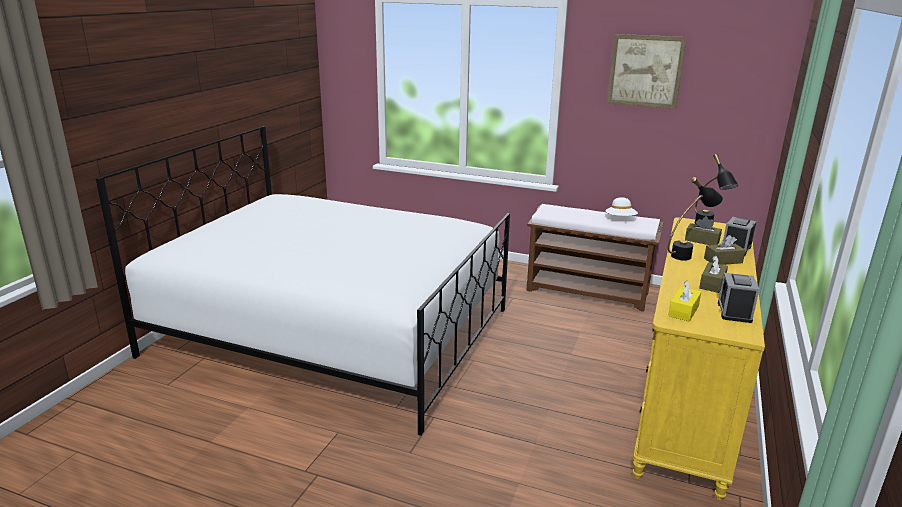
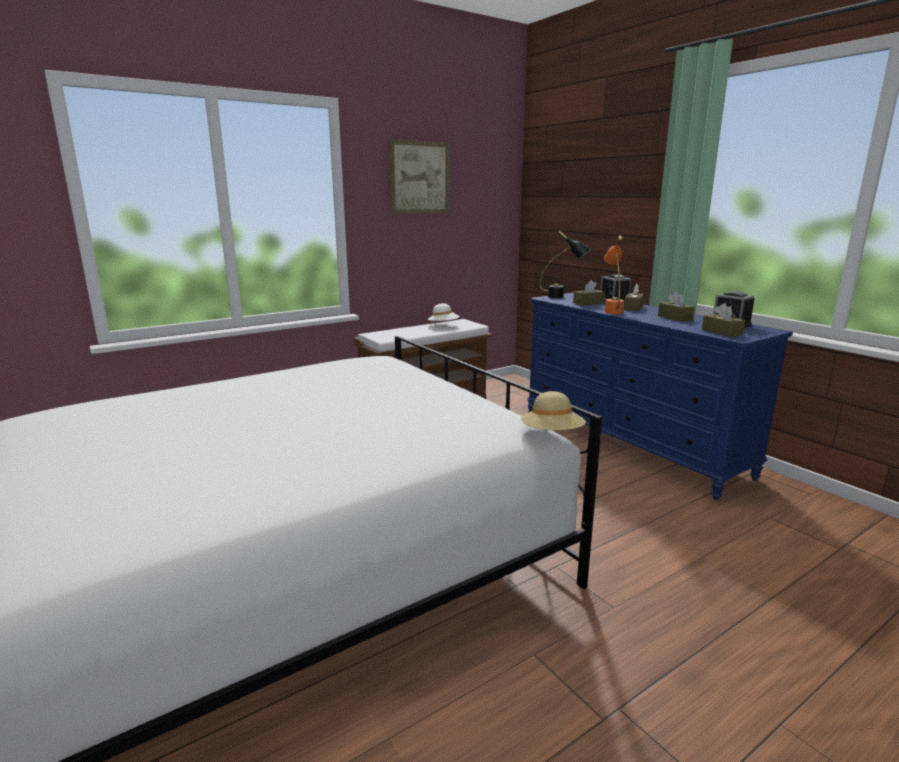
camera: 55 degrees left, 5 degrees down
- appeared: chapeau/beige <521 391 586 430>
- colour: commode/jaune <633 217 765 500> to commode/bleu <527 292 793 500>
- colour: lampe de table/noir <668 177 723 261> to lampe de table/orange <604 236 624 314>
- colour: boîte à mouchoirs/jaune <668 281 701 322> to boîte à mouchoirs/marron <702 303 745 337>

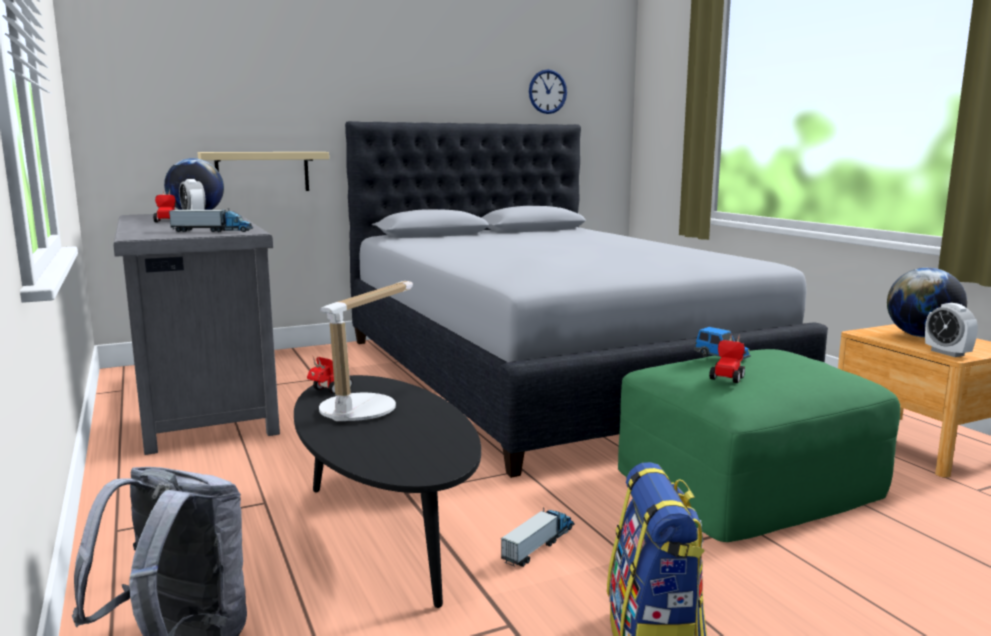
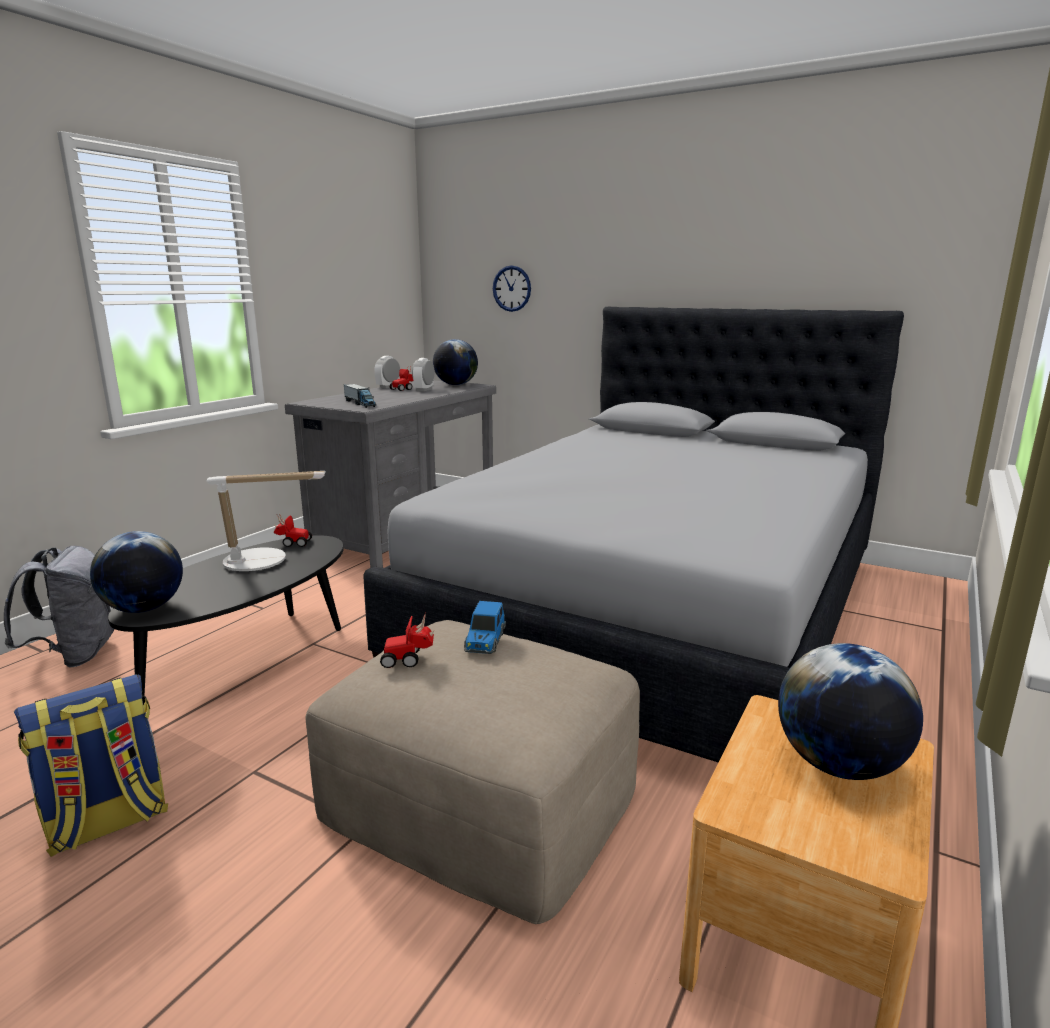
camera: 55 degrees right, 5 degrees up
- appeared: globe <90 531 183 613>
- colour: pouf/vert <618 349 900 542> to pouf/beige <306 620 640 924>
- relocated: réveil <925 303 978 357> to <374 356 400 388>
- relocated: horloge murale <529 69 567 114> to <493 265 531 312>
- missing: étagère/beige <198 152 329 191>
- missing: camion jouet <501 508 575 567>

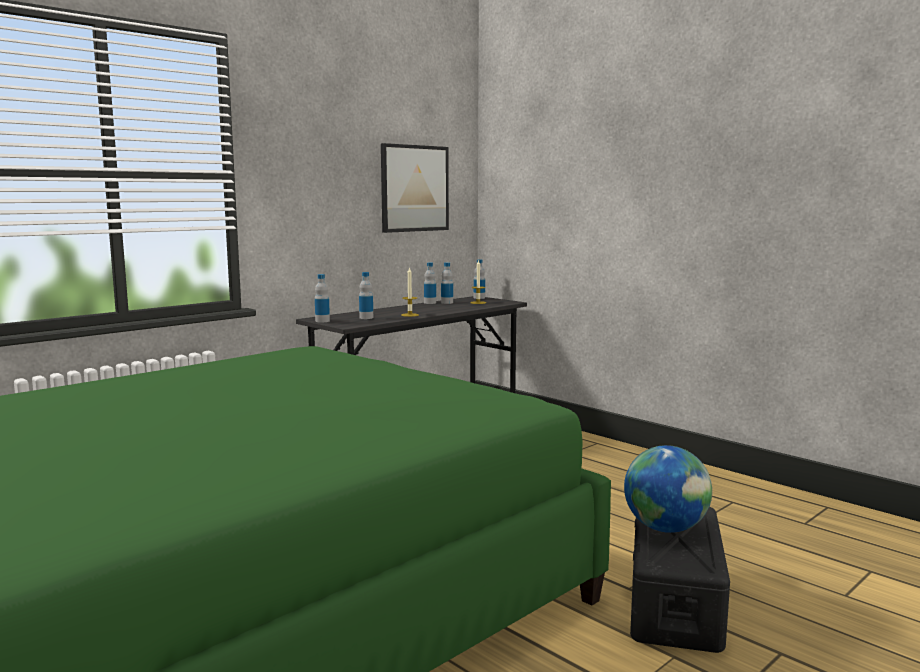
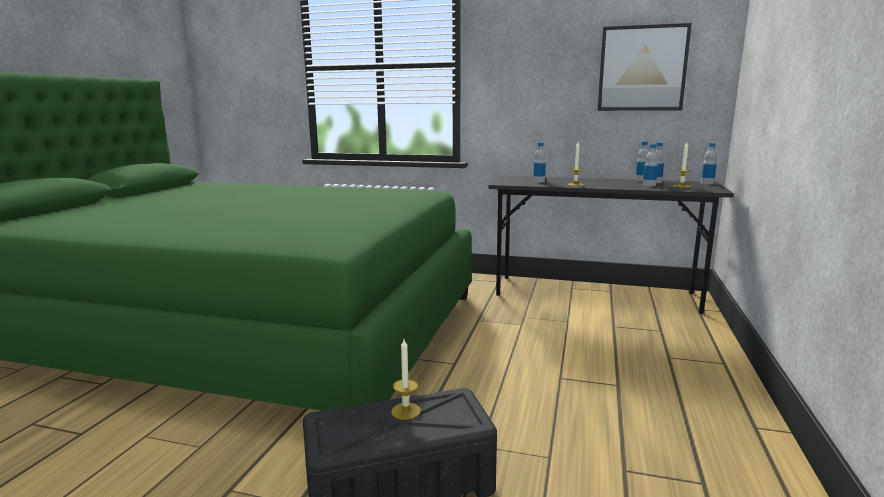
camera: 60 degrees right, 5 degrees up
- exchanged: globe <624 445 712 533> to bougie <391 339 421 420>
- relocated: bouteille <315 274 330 322> to <643 144 658 186>

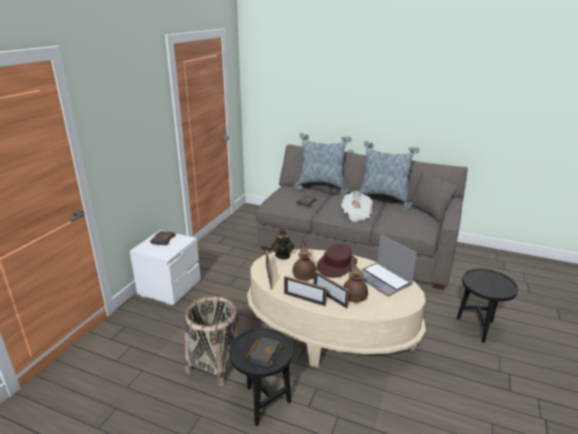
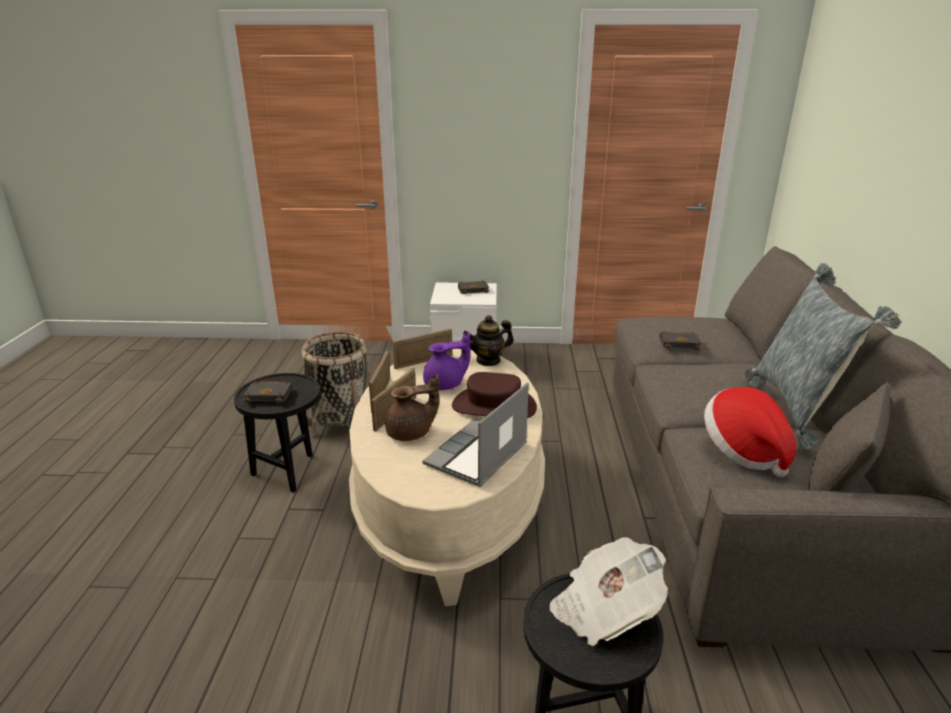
camera: 70 degrees right, 0 degrees up
- colour: théière/marron <293 239 316 281> to théière/violet <423 332 471 390>
- relocated: journal <341 191 373 222> to <550 537 668 646>
- appeared: chapeau <704 387 797 477>
- missing: coussin <292 133 351 196>

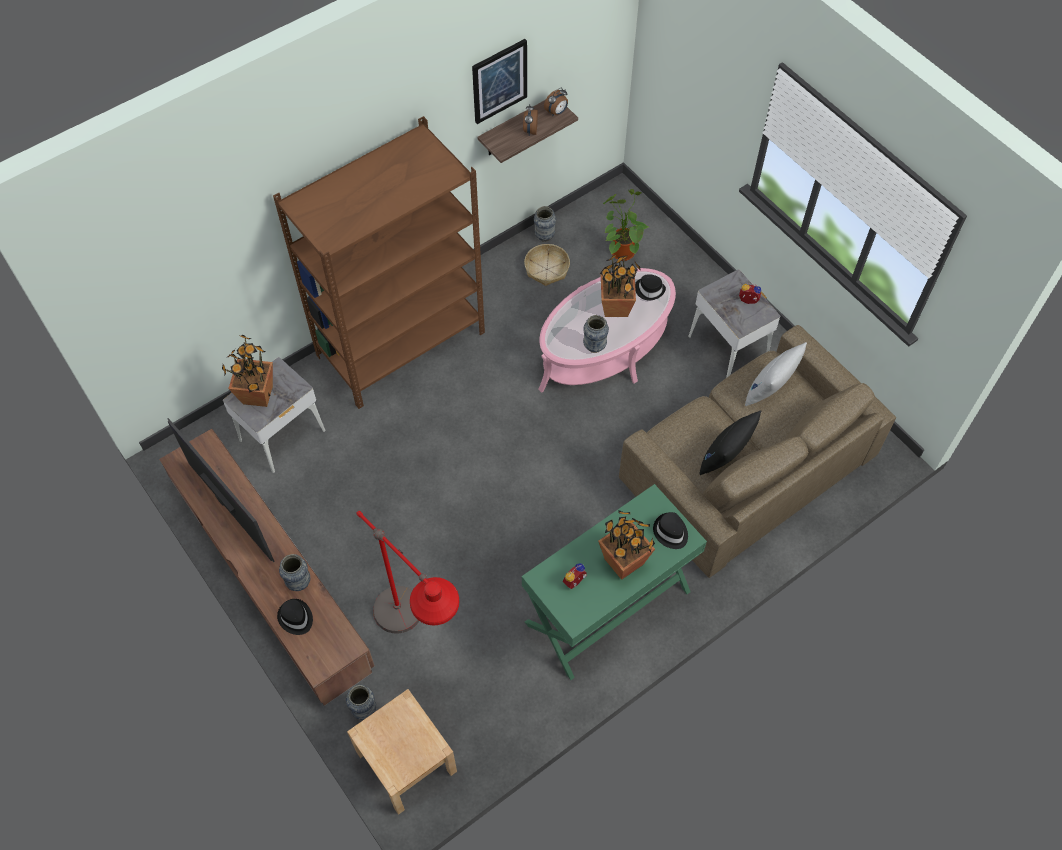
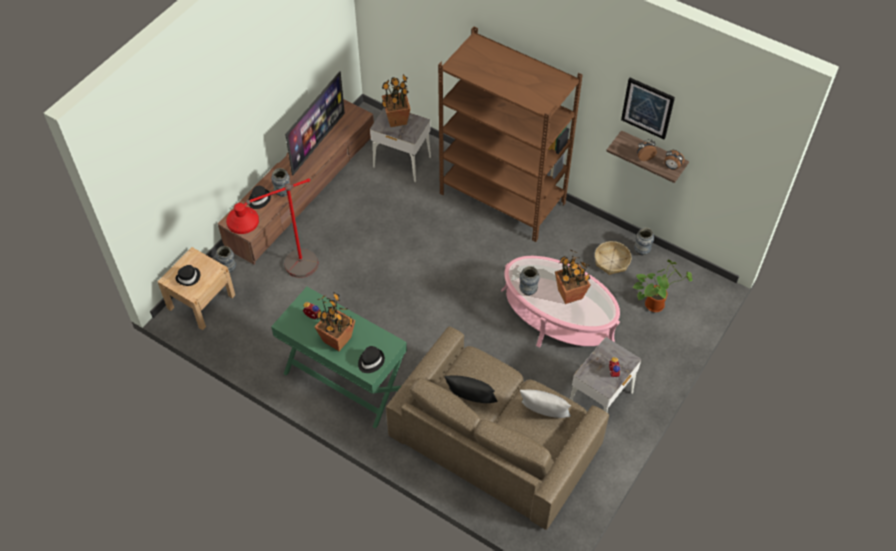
camera: 70 degrees right, 5 degrees down
- relocated: chapeau/noir <635 274 666 300> to <175 265 200 286>

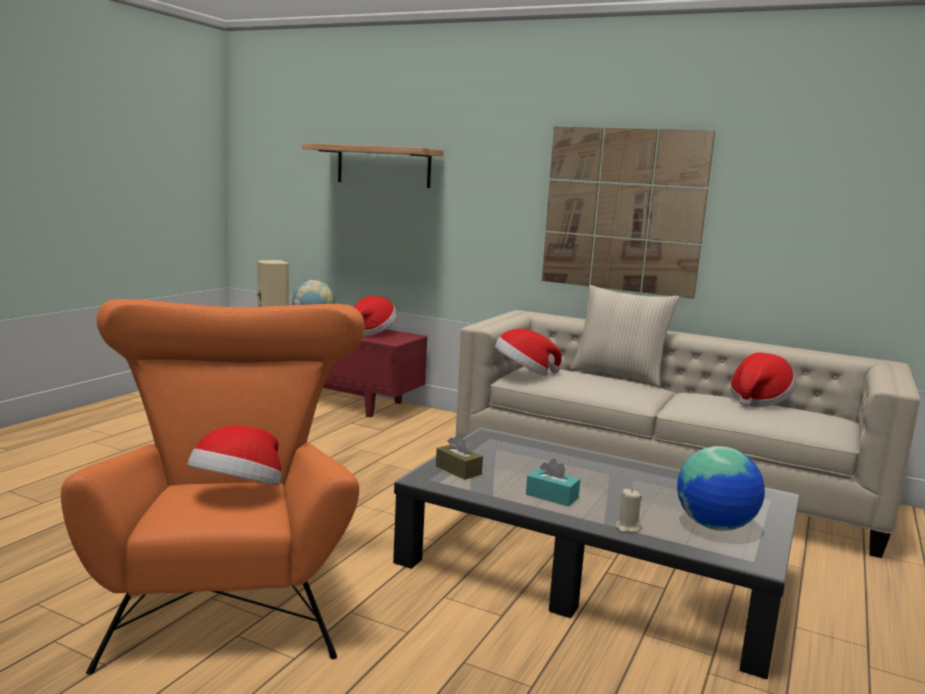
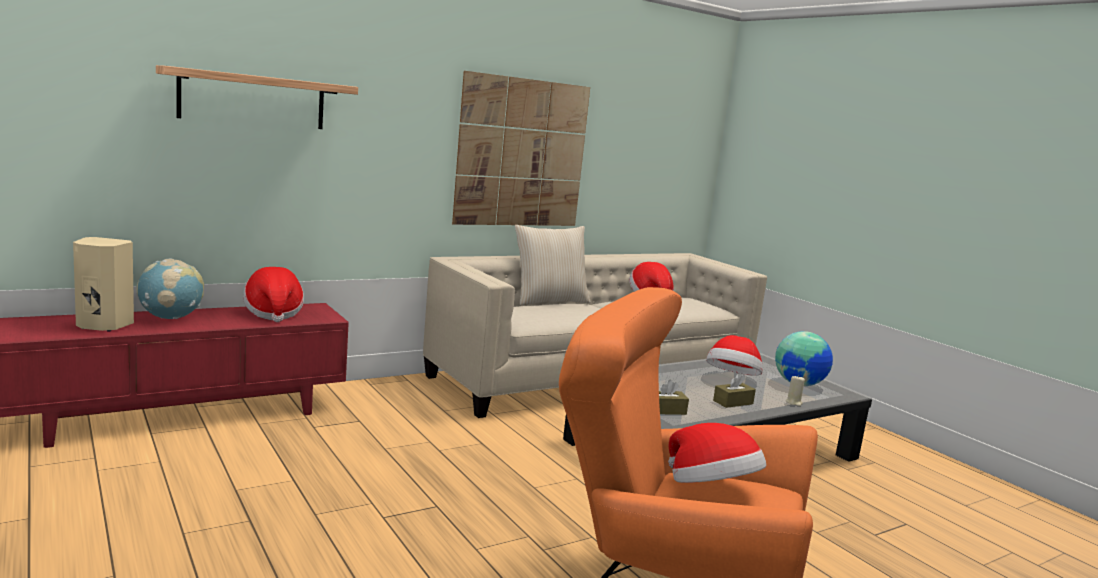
camera: 60 degrees left, 0 degrees up
- relocated: chapeau <495 329 562 376> to <706 335 763 376>
- colour: boîte à mouchoirs/turquoise <526 459 580 506> to boîte à mouchoirs/marron <713 373 756 408>

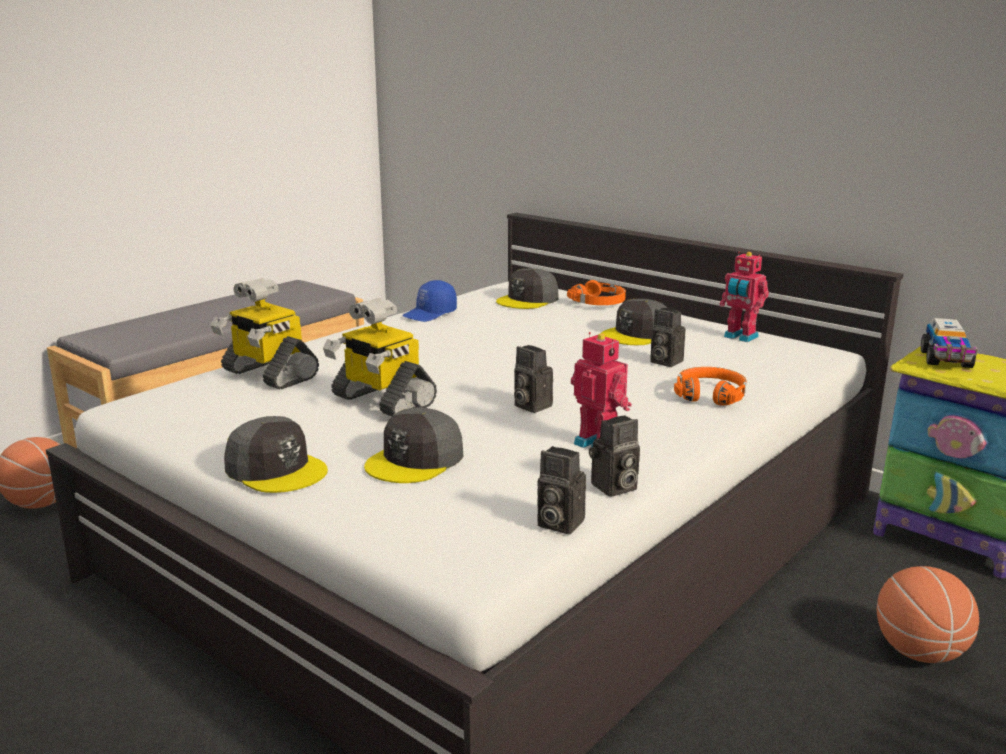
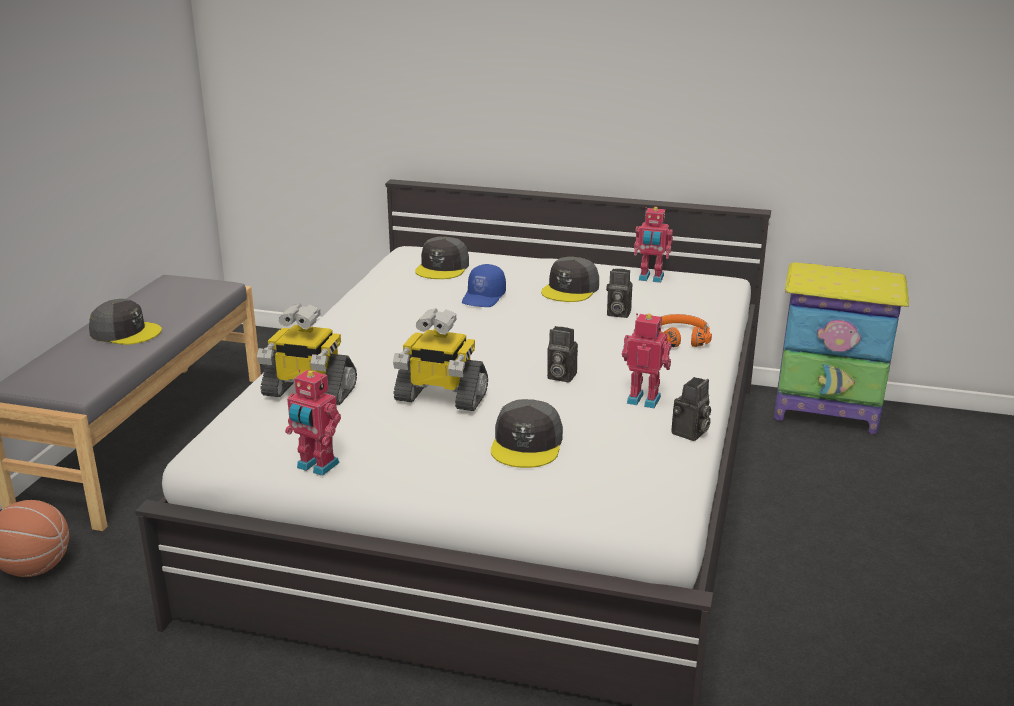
camera: 25 degrees left, 5 degrees up
- relocated: casquette/gris <224 416 328 493> to <89 299 162 345>
- appeared: robot jouet <285 370 341 476>
- relocated: casquette/bleu <402 280 457 322> to <462 264 506 307>
- missing: appareil photo <537 446 586 534>
- missing: casque audio/orange <567 280 626 305>
- missing: ballon de basket <877 566 979 663>
- missing: camion jouet <921 318 978 368>

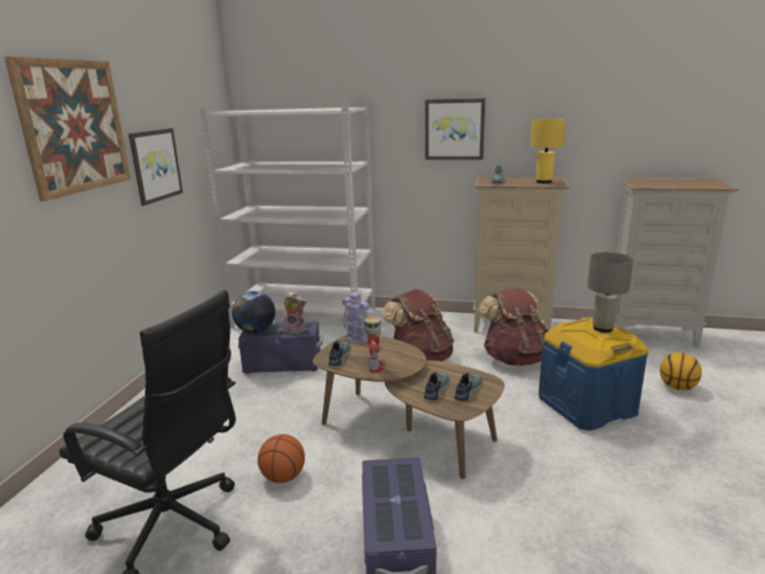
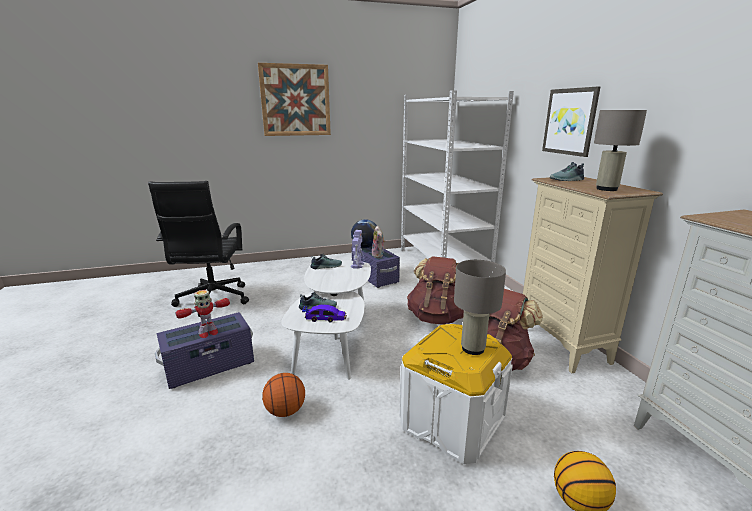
camera: 60 degrees right, 0 degrees up
- relocated: robot jouet <364 317 384 372> to <175 290 230 338>
- relocated: ballon de basket <258 434 305 483> to <262 373 305 417>
- colour: table basse/marron <313 333 505 479> to table basse/blanc <281 260 371 379>
- exchanged: chaussure <454 373 483 401> to petite voiture <302 305 347 323>
- colour: boîte de rangement/bleu <539 318 648 431> to boîte de rangement/blanc <400 324 513 464>
- colour: lampe de table/jaune <531 119 565 184> to lampe de table/gris <594 110 647 191>
- missing: tableau <128 128 183 206>

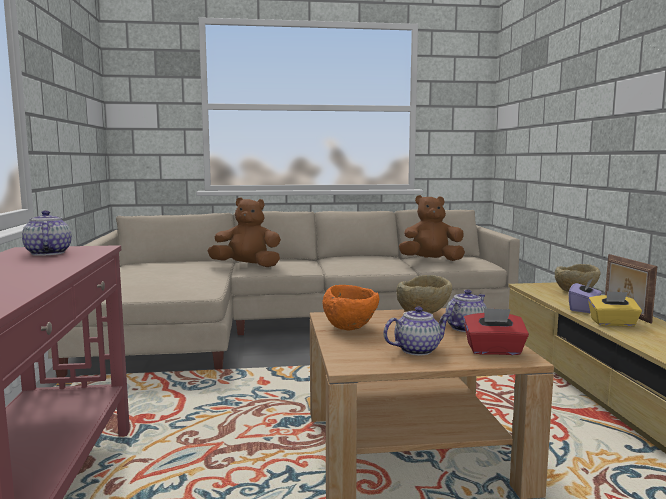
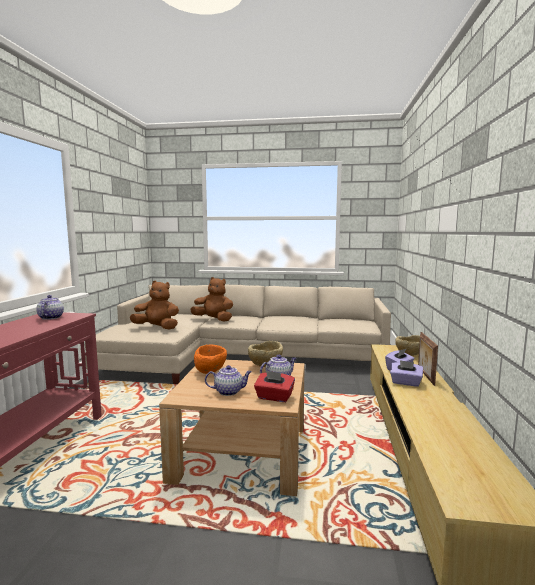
camera: 15 degrees right, 0 degrees up
- relocated: peluche/marron <399 195 465 261> to <130 281 179 330>
- colour: boîte à mouchoirs/jaune <588 291 642 326> to boîte à mouchoirs/violet <390 360 423 387>

